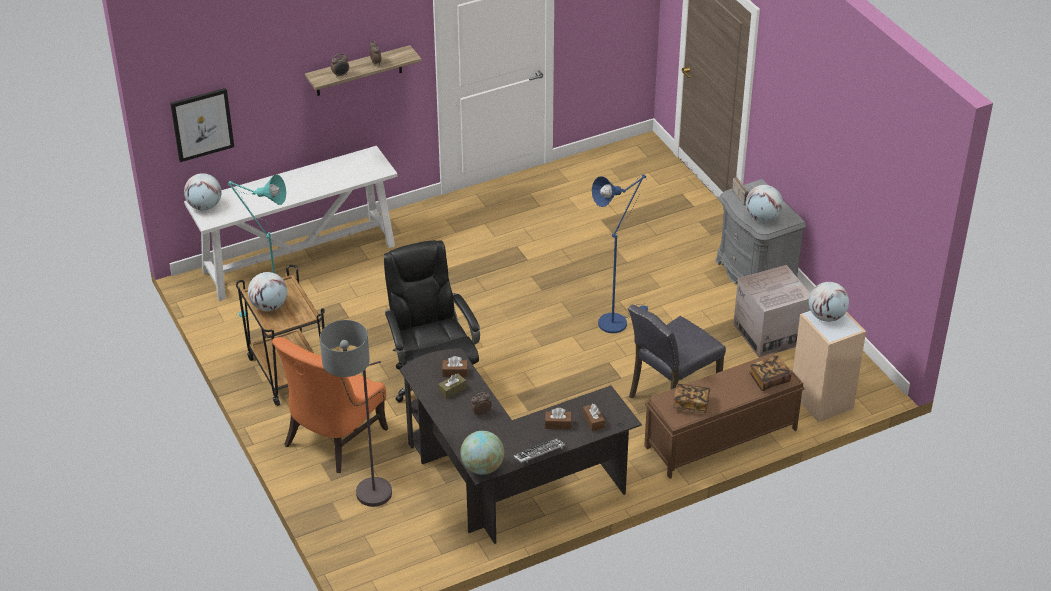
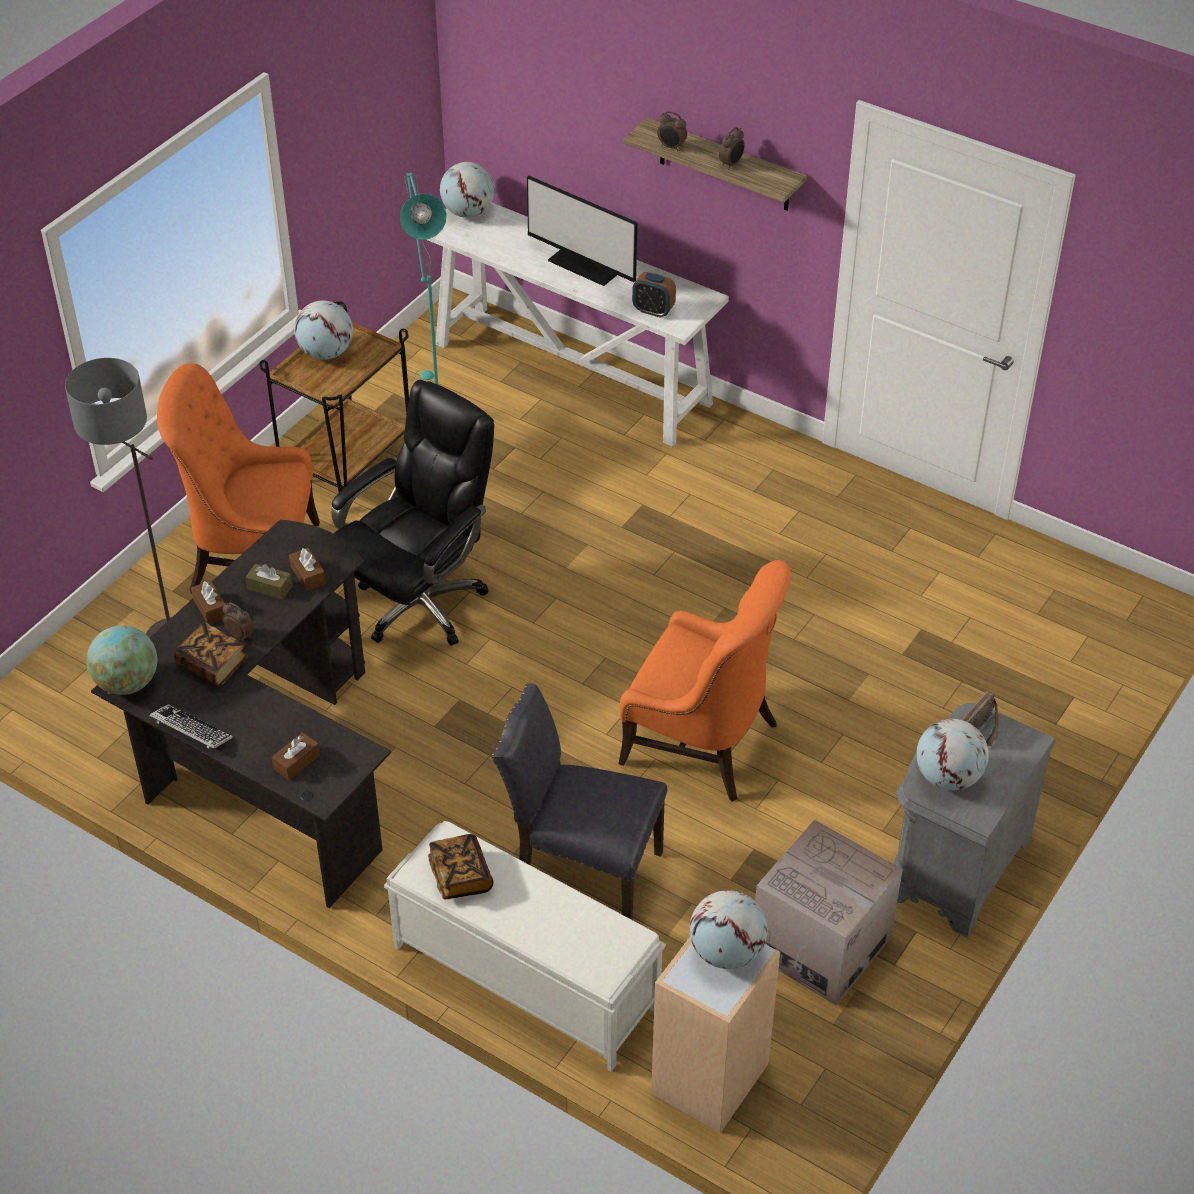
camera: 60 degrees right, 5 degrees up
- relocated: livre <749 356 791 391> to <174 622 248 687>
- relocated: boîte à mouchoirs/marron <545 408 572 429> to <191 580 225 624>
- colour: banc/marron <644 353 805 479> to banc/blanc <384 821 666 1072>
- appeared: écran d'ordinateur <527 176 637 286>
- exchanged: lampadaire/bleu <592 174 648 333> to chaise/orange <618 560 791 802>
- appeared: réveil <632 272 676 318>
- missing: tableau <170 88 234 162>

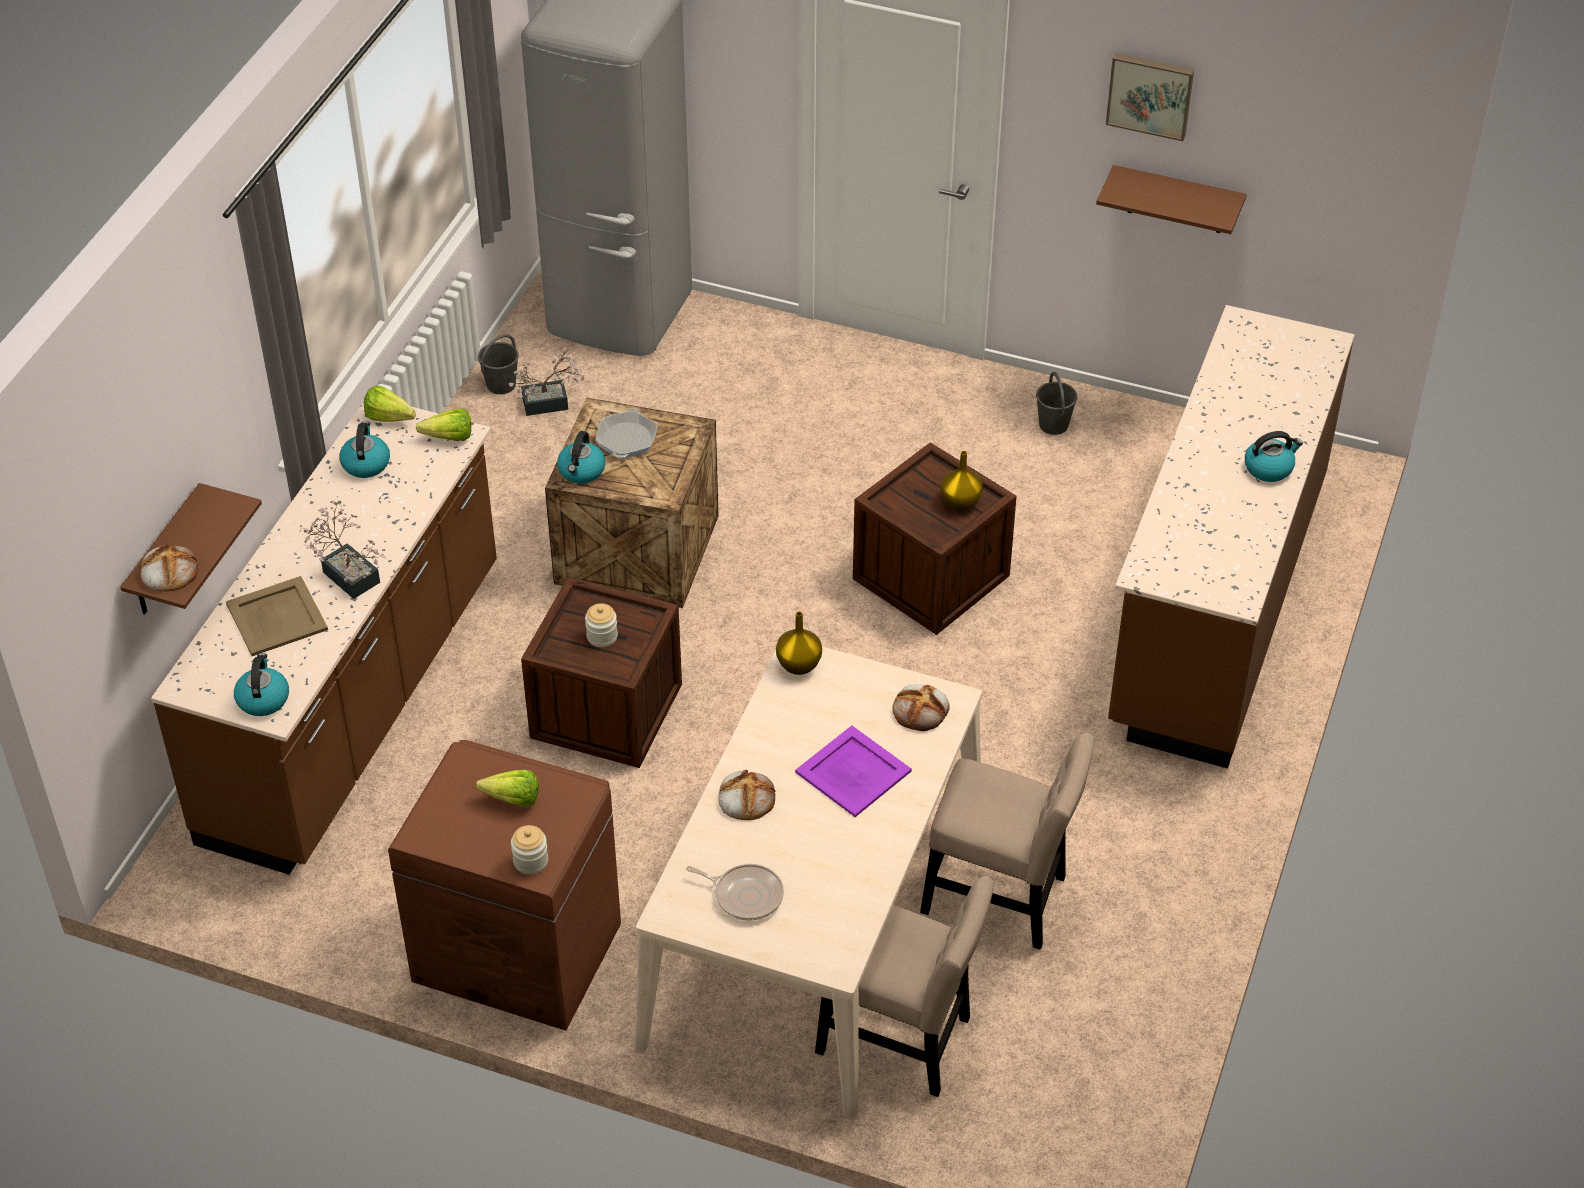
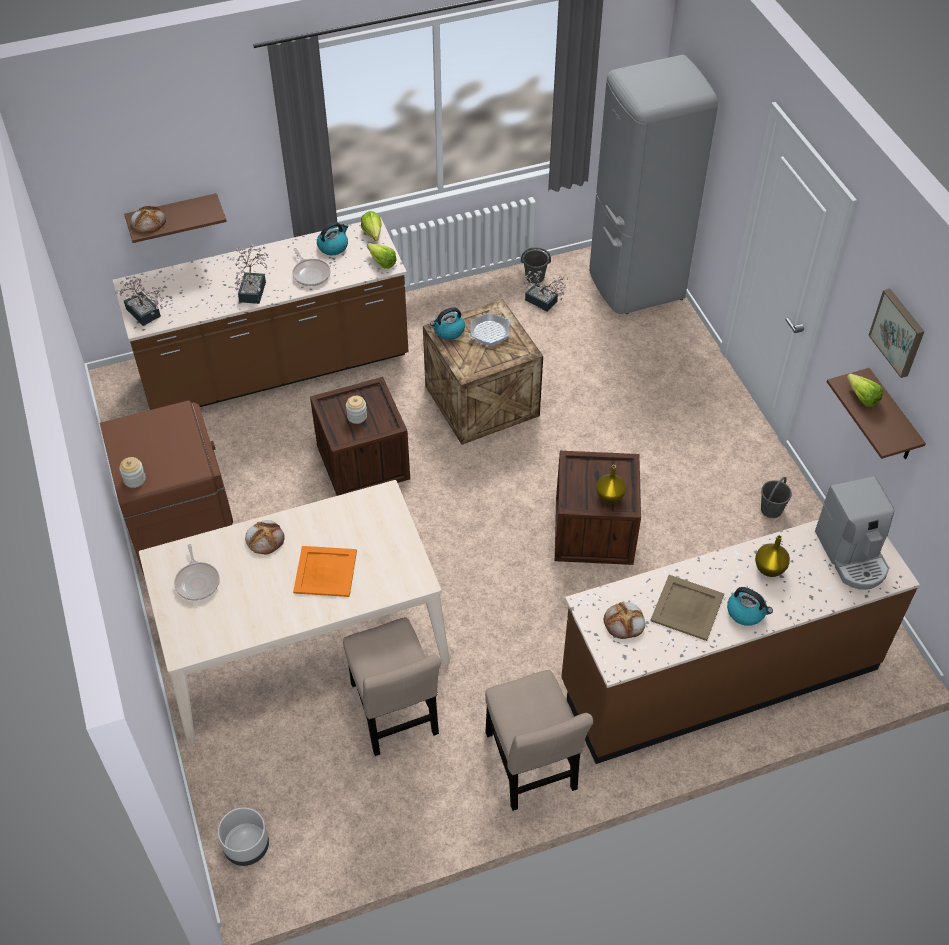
camera: 50 degrees right, 5 degrees up
- exchanged: bouilloire <234 653 289 716> to plante en pot <115 277 164 326>
- appeared: cache-pot/gris <218 808 269 866>
- appeared: poêle <292 248 331 286>
- colour: plateau/violet <795 726 912 817> to plateau/orange <293 546 357 597>
- relocated: chaise/beige <815 876 994 1097> to <485 670 593 811>
- relocated: pain <892 684 950 731> to <604 602 645 639>
- relocated: plateau/beige <226 576 328 656> to <650 575 724 641>
- relocated: vase/jaune <776 611 822 675> to <755 535 790 577>
- appeared: machine à café <815 476 895 590>
- relocated: laitue <476 770 539 807> to <847 373 883 407>

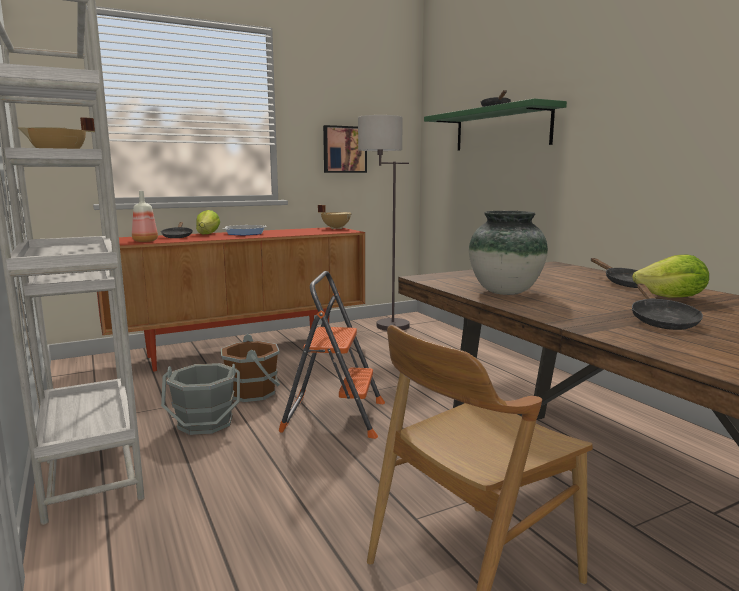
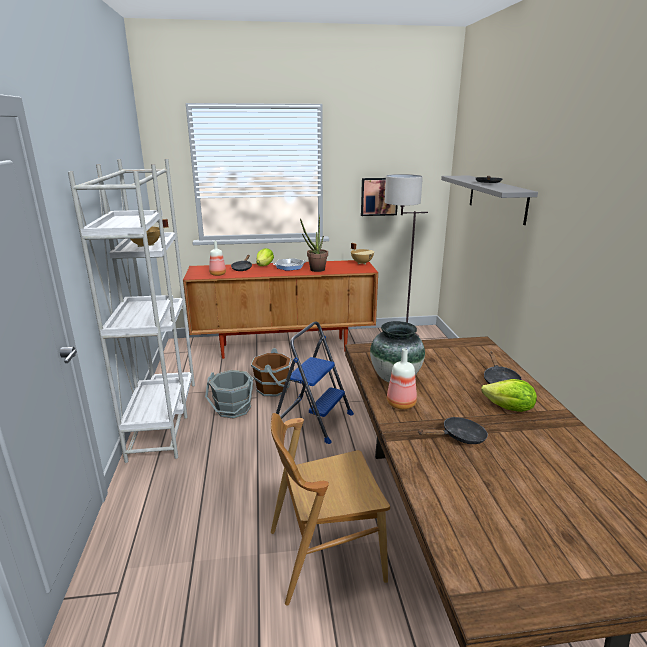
camera: 20 degrees right, 10 degrees up
- colour: escabeau/orange <279 271 385 439> to escabeau/bleu <276 321 354 444>
- appeared: plante en pot <300 214 328 272>
- appeared: bouteille <387 348 417 409>
- spun: poêle/noir <632 284 703 330> = <418 417 488 444> 135 degrees counterclockwise
- colour: étagère/vert <424 99 567 150> to étagère/gris <441 176 538 225>

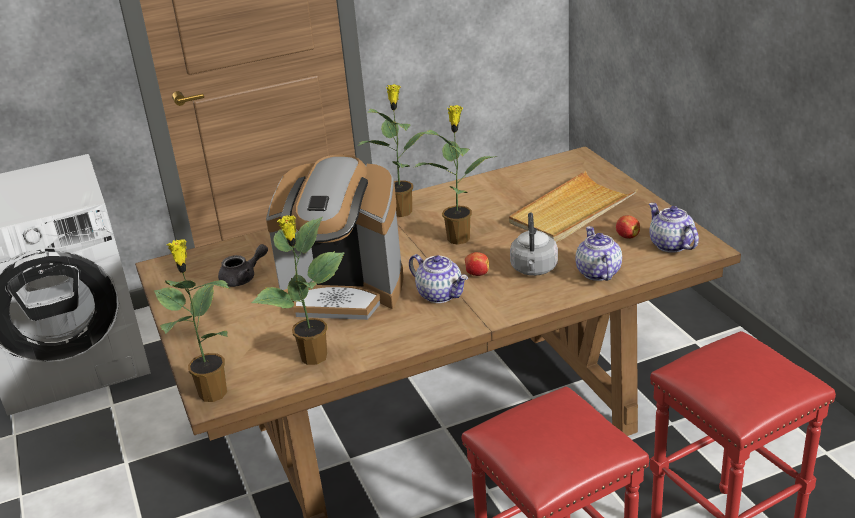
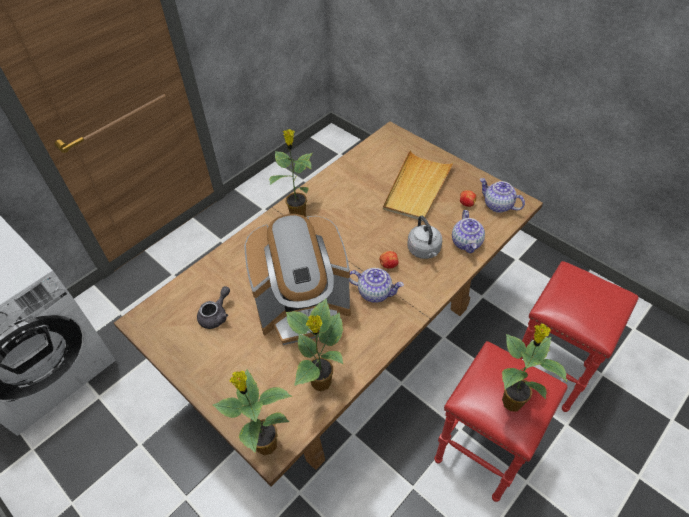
camera: 25 degrees left, 20 degrees up
- spun: théière <576 226 622 281> = <452 210 485 254> 150 degrees counterclockwise
- relocated: plante en pot <413 105 497 245> to <502 324 567 411>

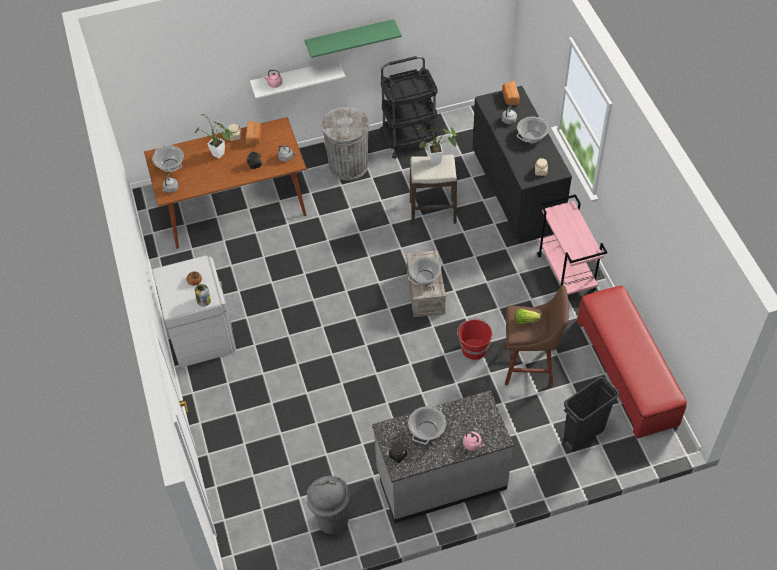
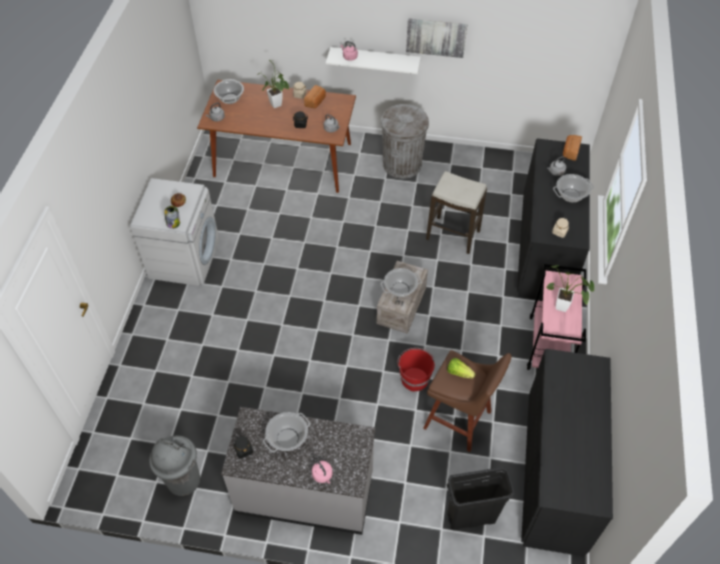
camera: 25 degrees right, 0 degrees up
- exchanged: étagère/vert <305 19 402 58> to tableau <406 18 467 58>
- exchanged: banc/rouge <577 286 687 439> to commode/noir <521 349 613 557>
- relocated: plante en pot <415 126 457 164> to <546 265 594 312>
- missing: chariot/noir <380 56 437 159>

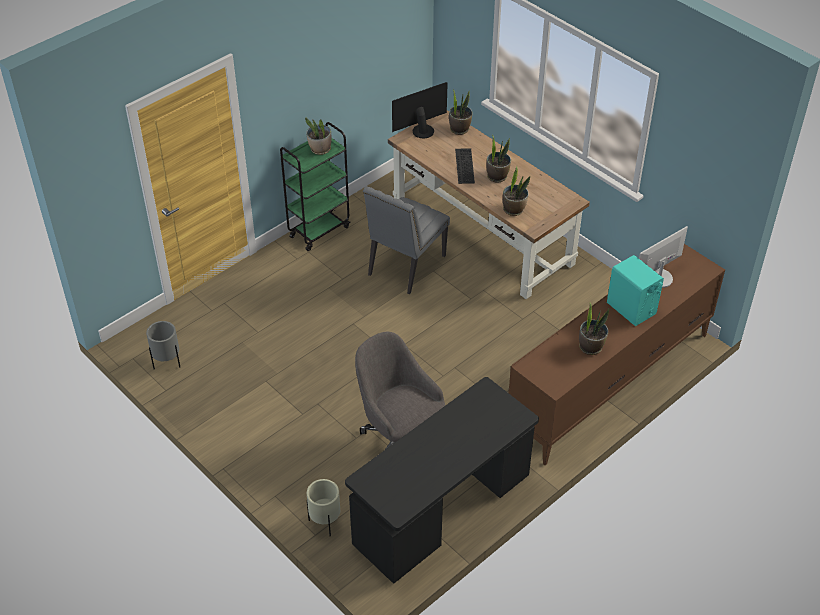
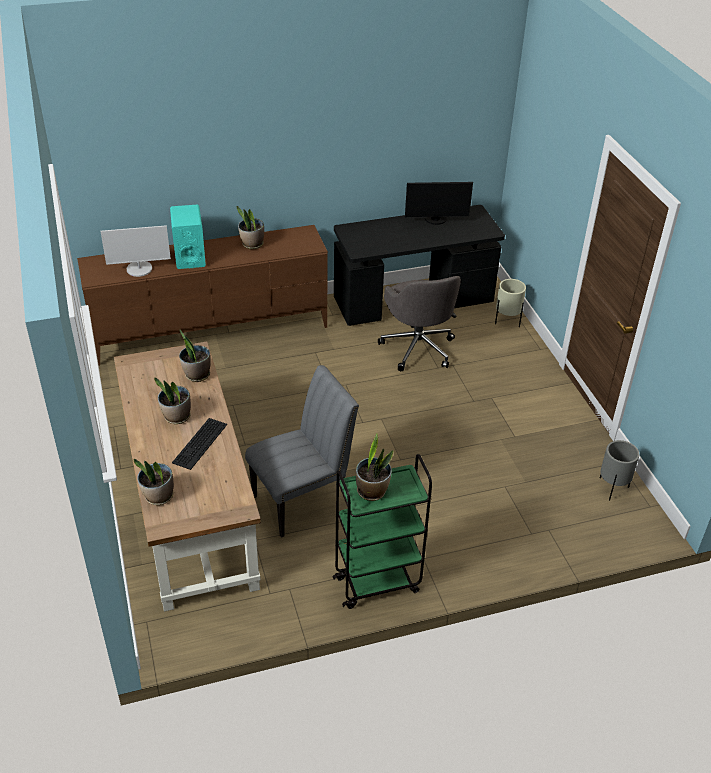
camera: 155 degrees left, 5 degrees down
- relocated: écran d'ordinateur <392 82 448 138> to <405 182 473 225>

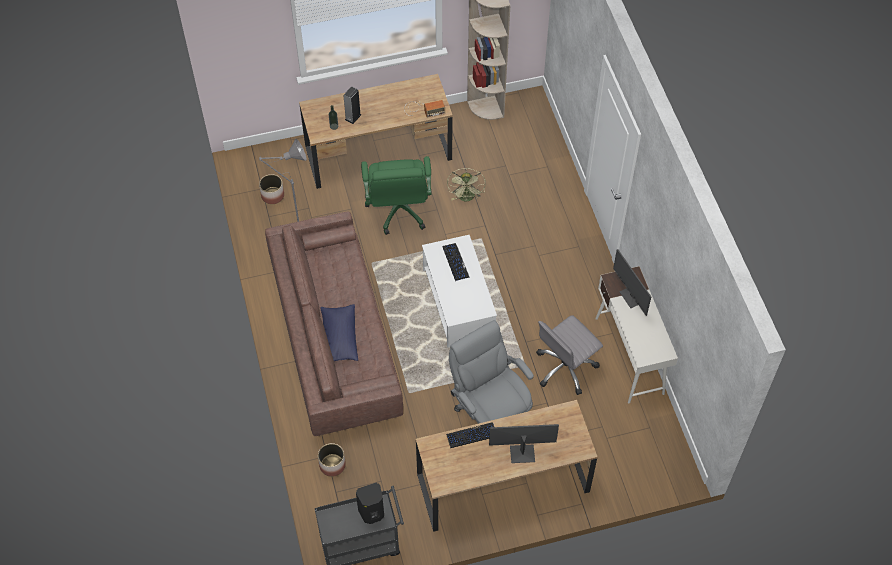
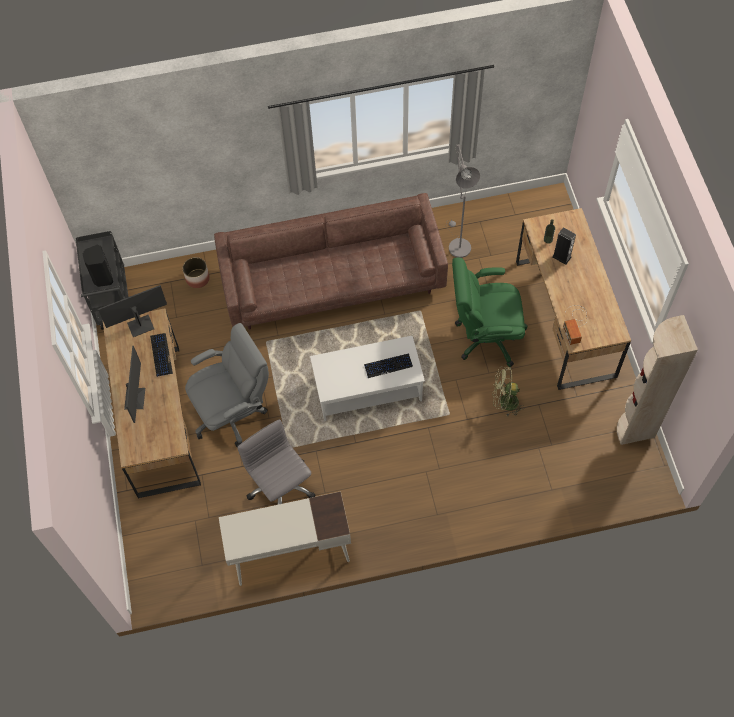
camera: 95 degrees right, 5 degrees up
- relocated: écran d'ordinateur <613 249 651 316> to <98 285 167 337>
- missing: cache-pot <259 174 284 204>
- missing: coussin/bleu <320 304 358 361>

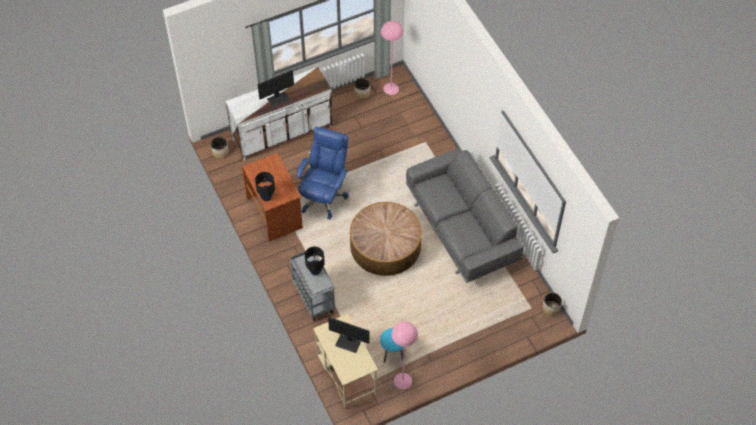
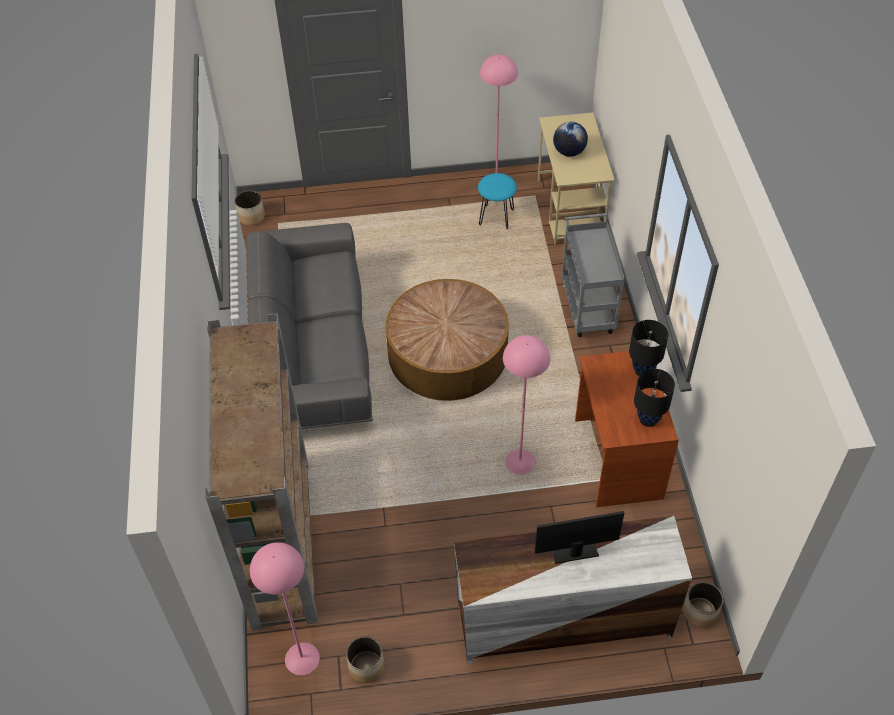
camera: 160 degrees left, 5 degrees down
- appeared: bibliothèque/marron <206 313 318 631>
- exchanged: chaise de bureau/bleu <297 127 349 220> to lampadaire/rose <503 335 550 475>
- exchanged: écran d'ordinateur <328 317 370 353> to globe <553 122 588 157>
- relocated: lampe de table/noir <305 247 325 276> to <634 369 675 427>

